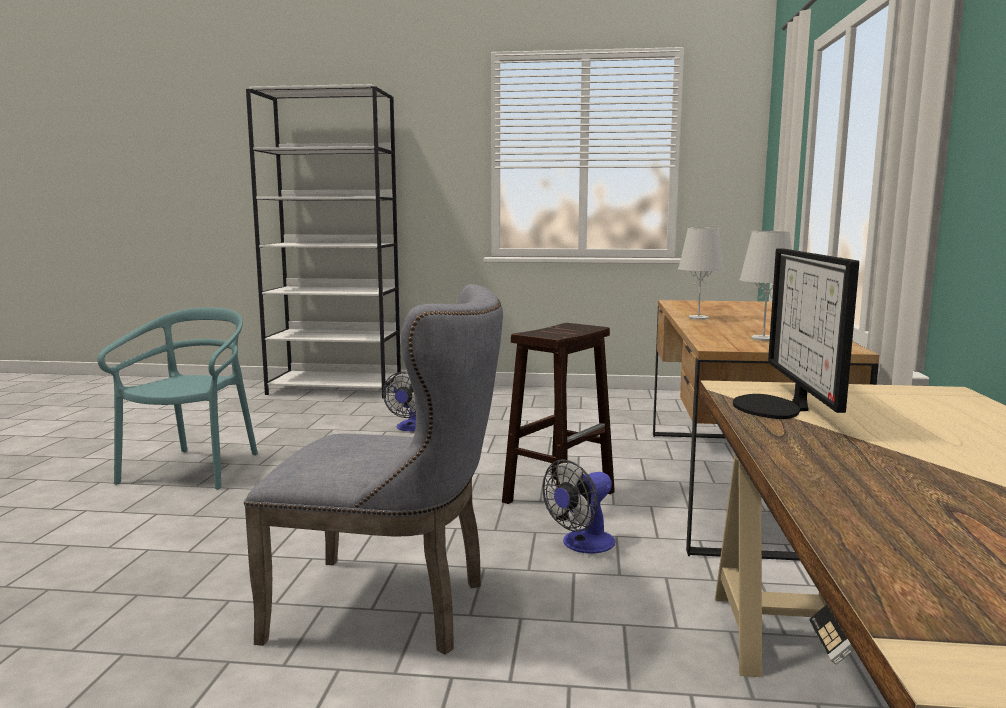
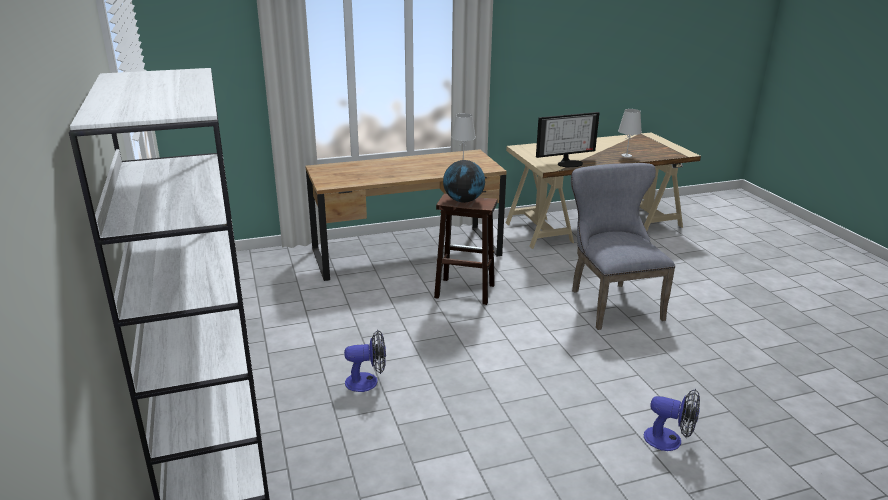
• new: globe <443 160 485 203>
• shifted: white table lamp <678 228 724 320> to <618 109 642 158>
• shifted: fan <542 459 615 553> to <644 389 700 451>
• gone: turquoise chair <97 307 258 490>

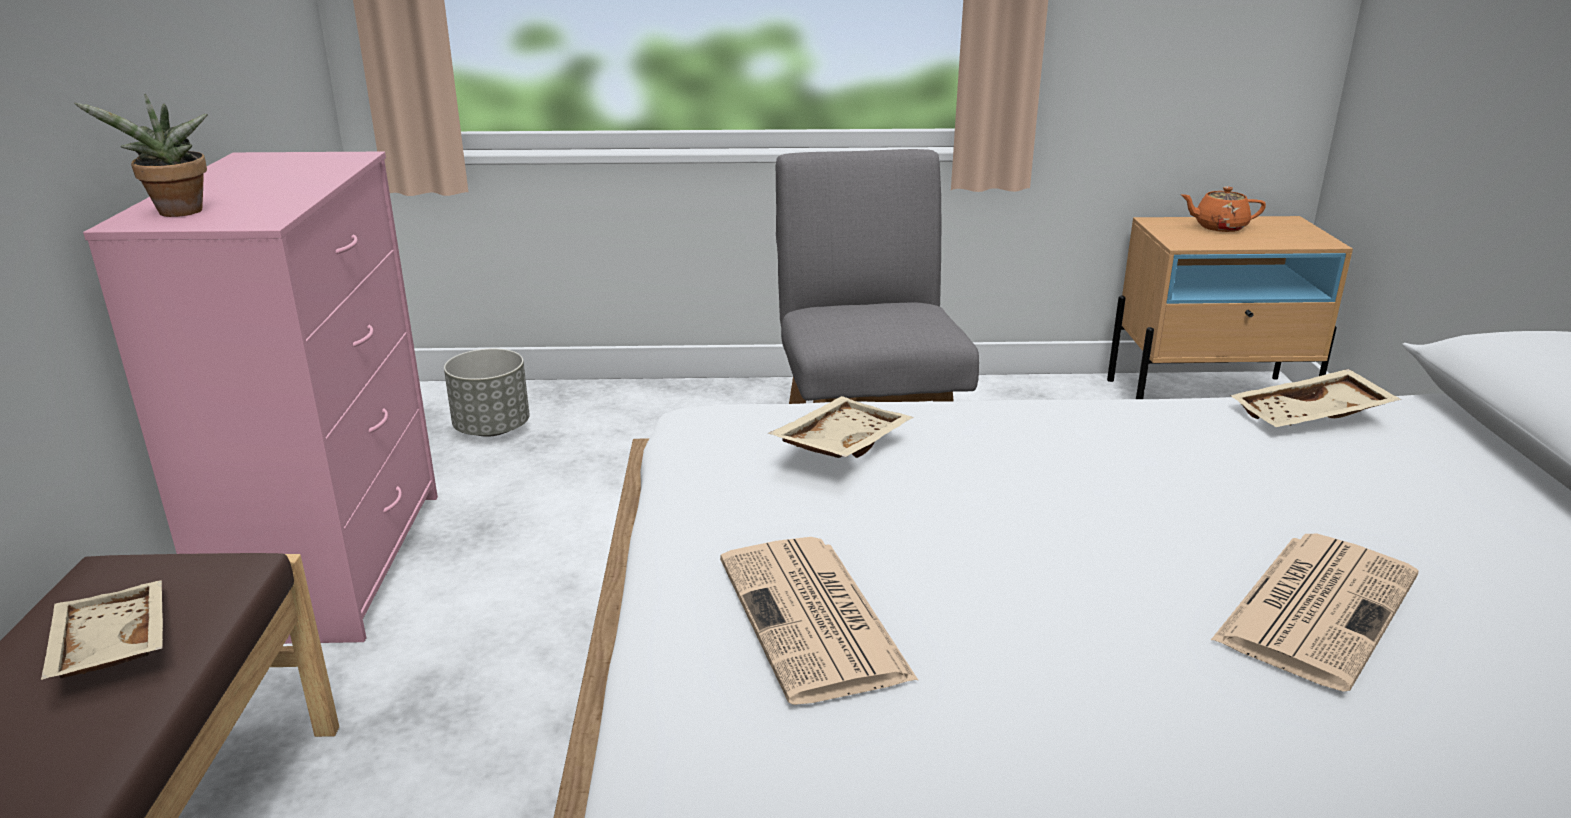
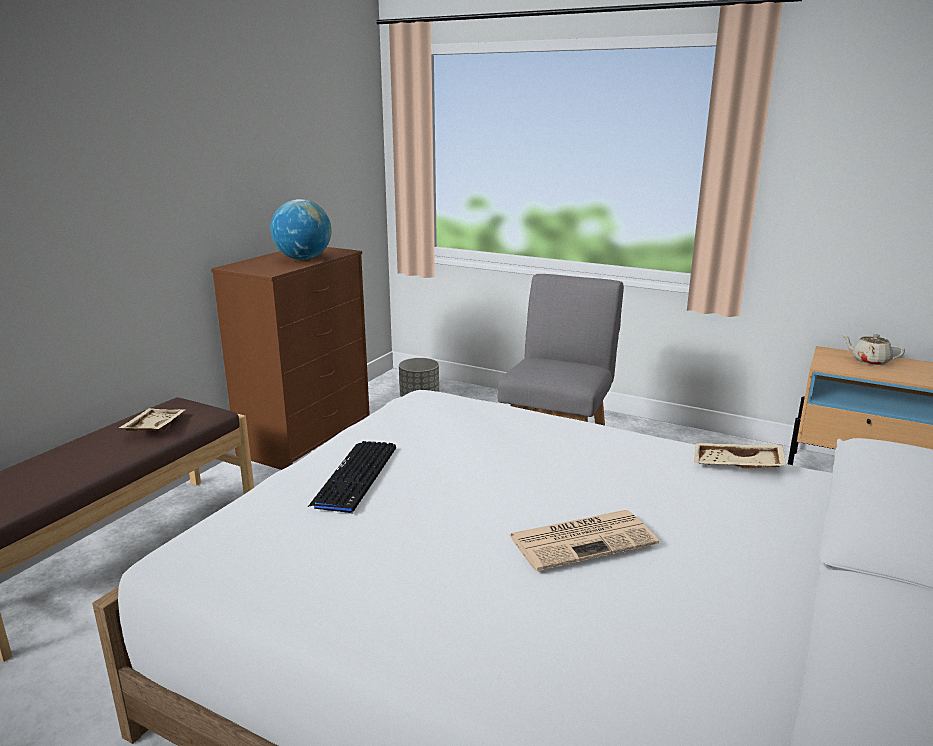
• repainted: pink dresser <83 152 438 644> to brown dresser <211 247 370 470>
• new: globe <270 199 332 260>
• swapped: newspaper <720 537 918 705> to keyboard <308 441 396 513>
• repainted: orange teapot <1181 187 1266 232> to beige teapot <842 334 905 365>
• gone: potted plant <74 94 208 217>
• gone: beige tray <768 396 914 458>

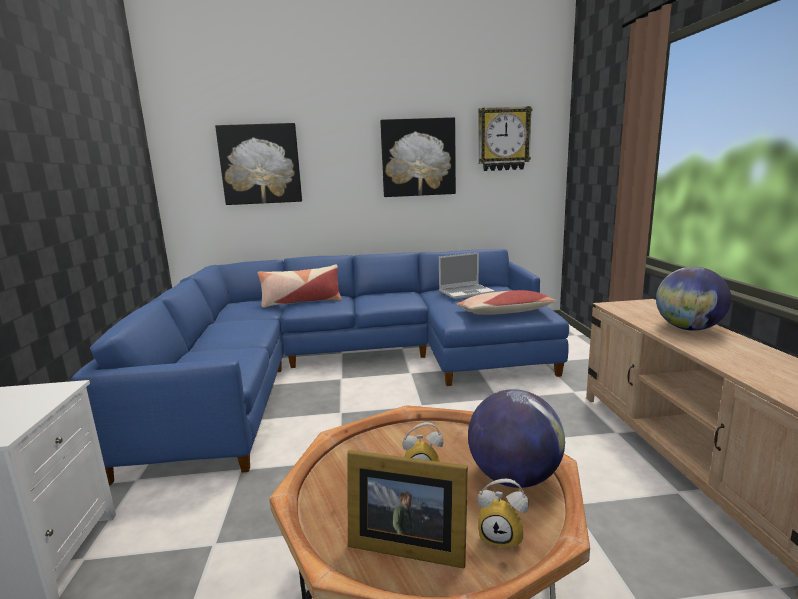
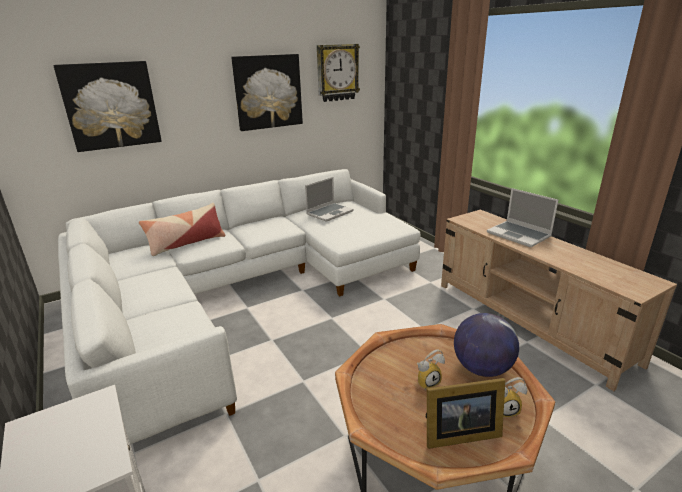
• repainted: blue sofa <72 249 569 486> to white sofa <58 169 420 444>
• swapped: globe <656 267 731 331> to laptop <487 188 558 247>
• gone: pillow <456 290 557 315>

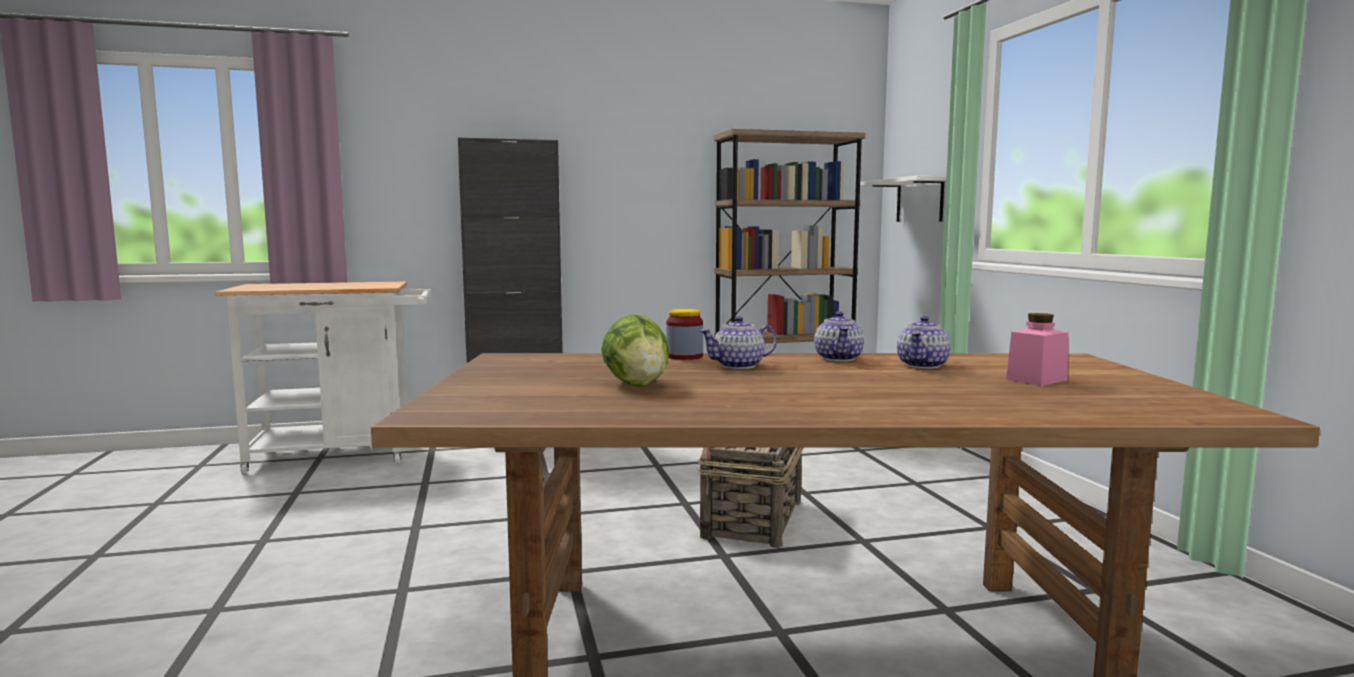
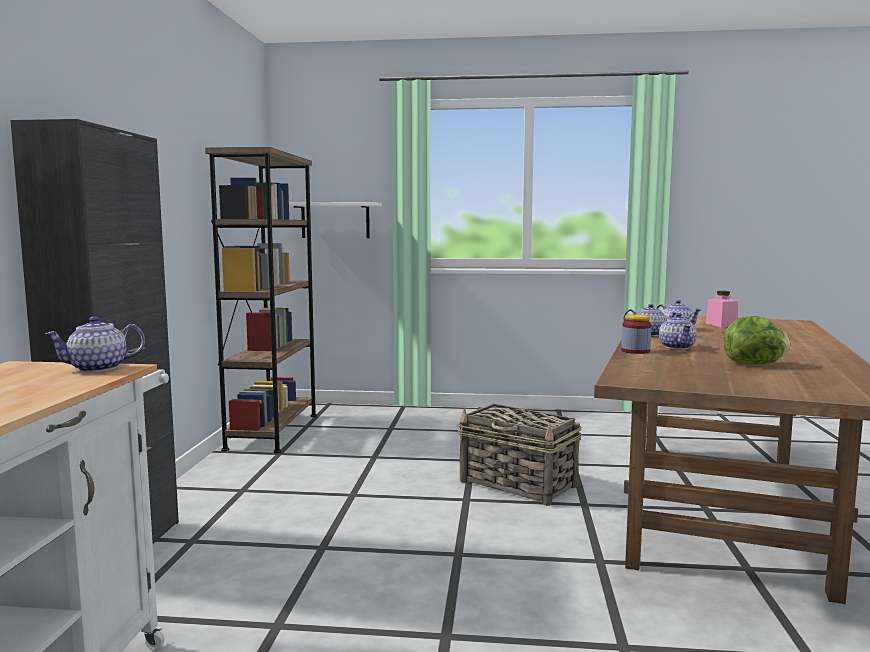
• new: teapot <45 316 145 372>

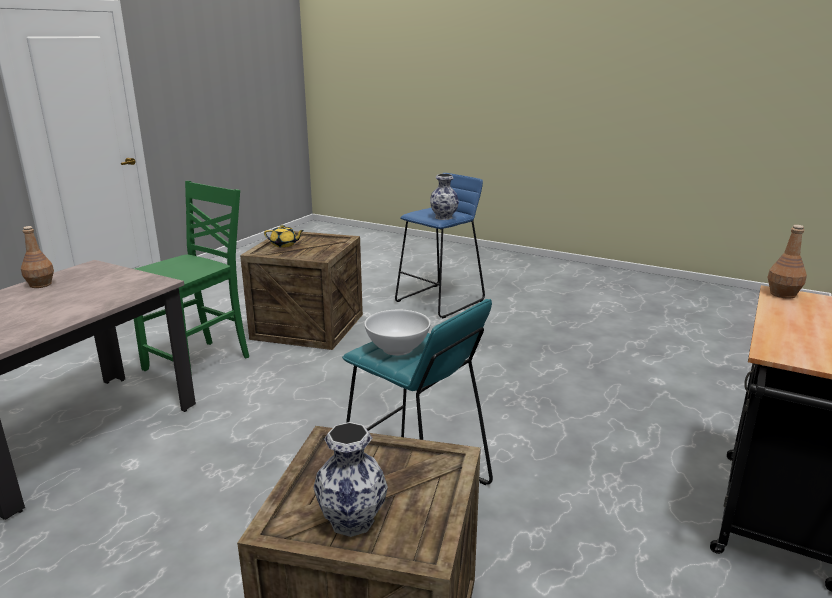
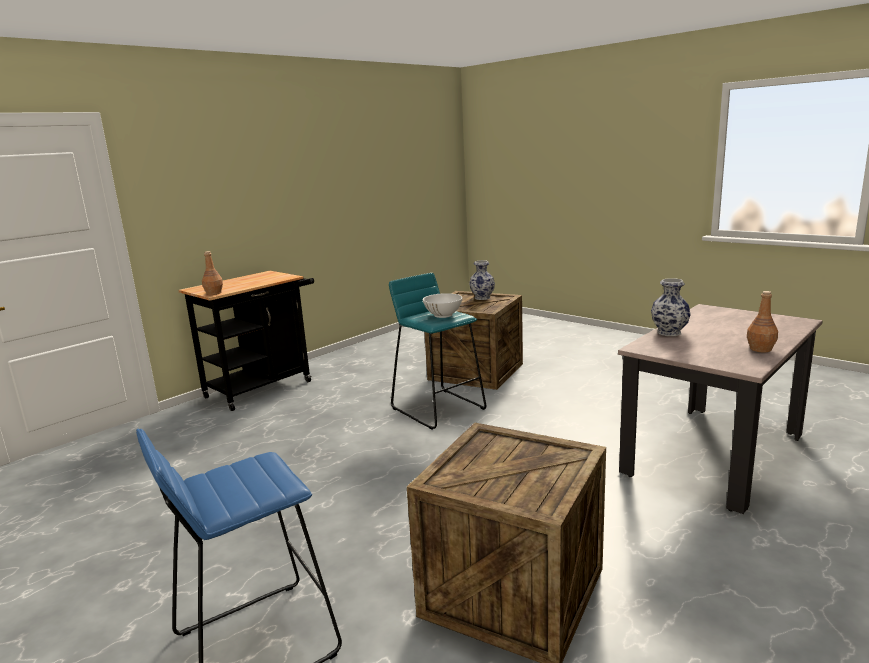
• shifted: vase <430 174 459 220> to <651 278 691 336>
• gone: green chair <134 181 249 375>
• gone: yellow teapot <264 225 304 247>

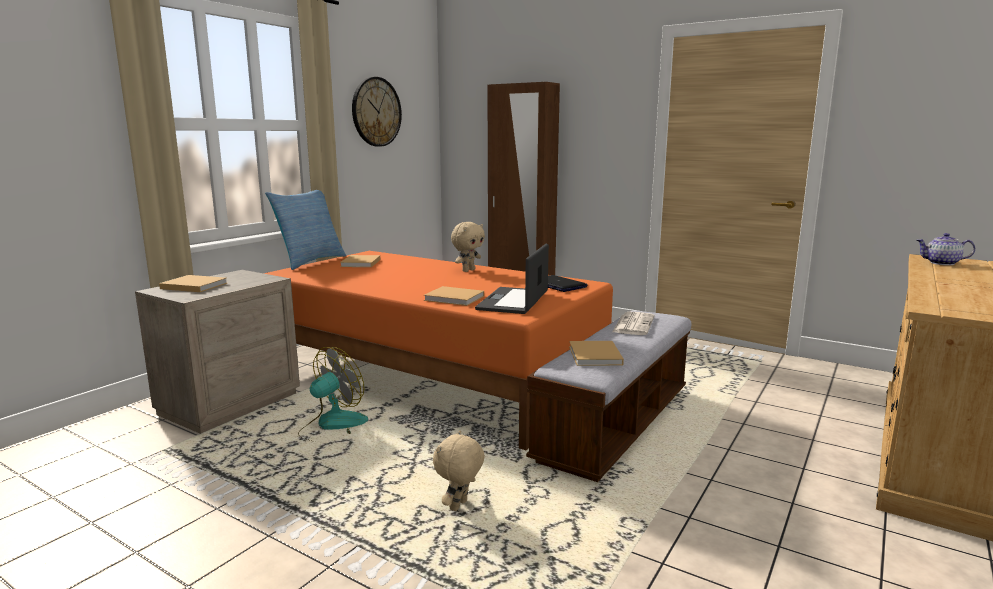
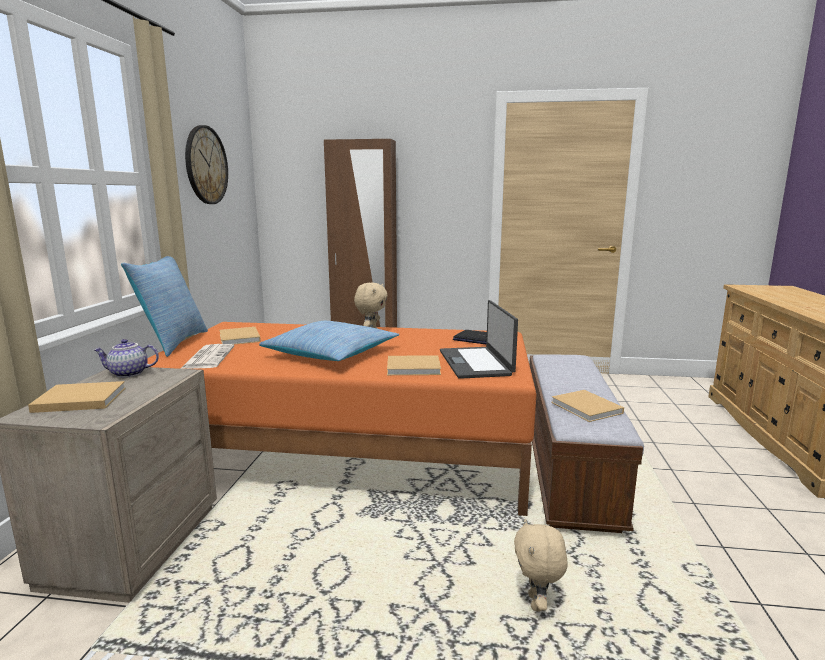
• shifted: teapot <917 233 975 265> to <94 339 159 378>
• shifted: newspaper <612 312 655 335> to <180 344 234 369>
• new: pillow <259 321 399 361>
• gone: fan <298 347 368 442>

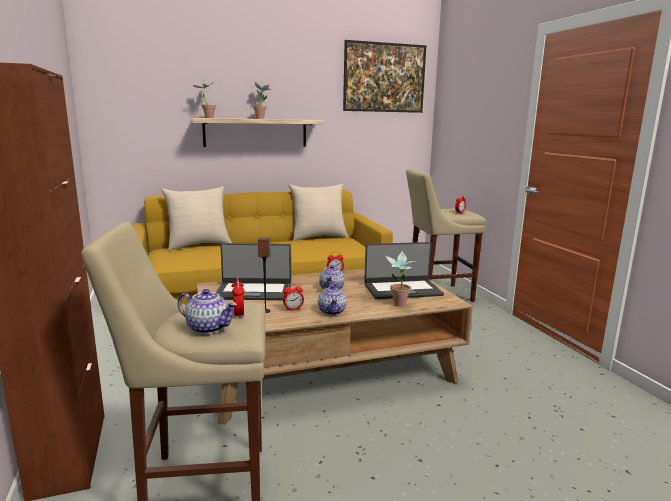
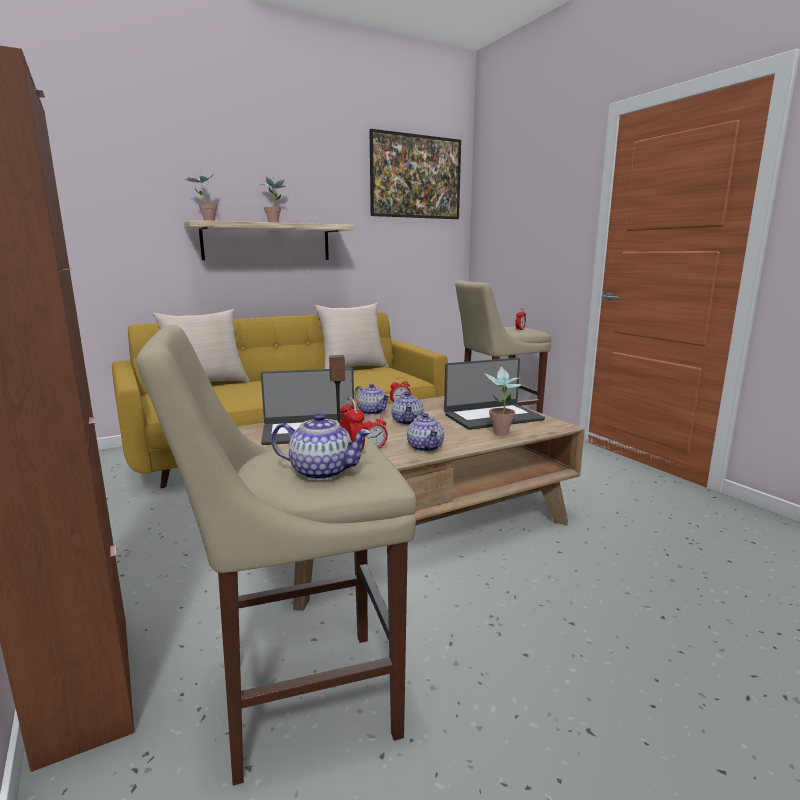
• new: teapot <355 384 390 415>

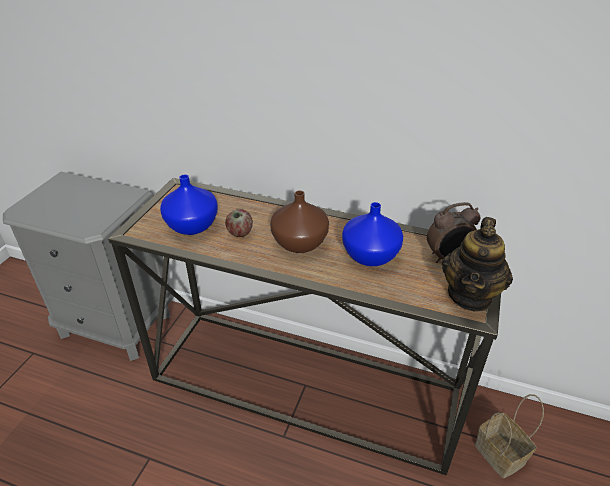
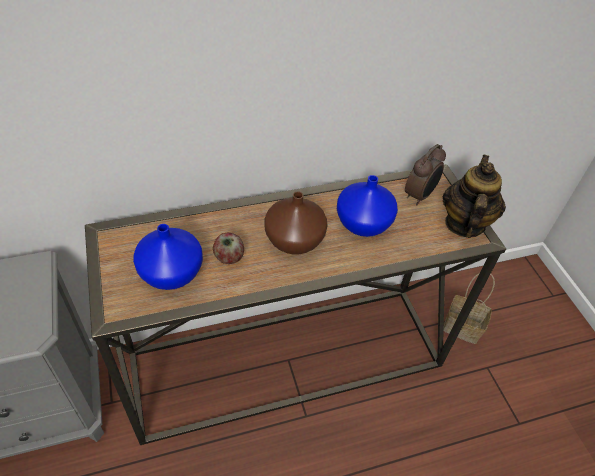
• rotated: teapot <442 217 513 312> = <443 155 506 238> 150 degrees counterclockwise

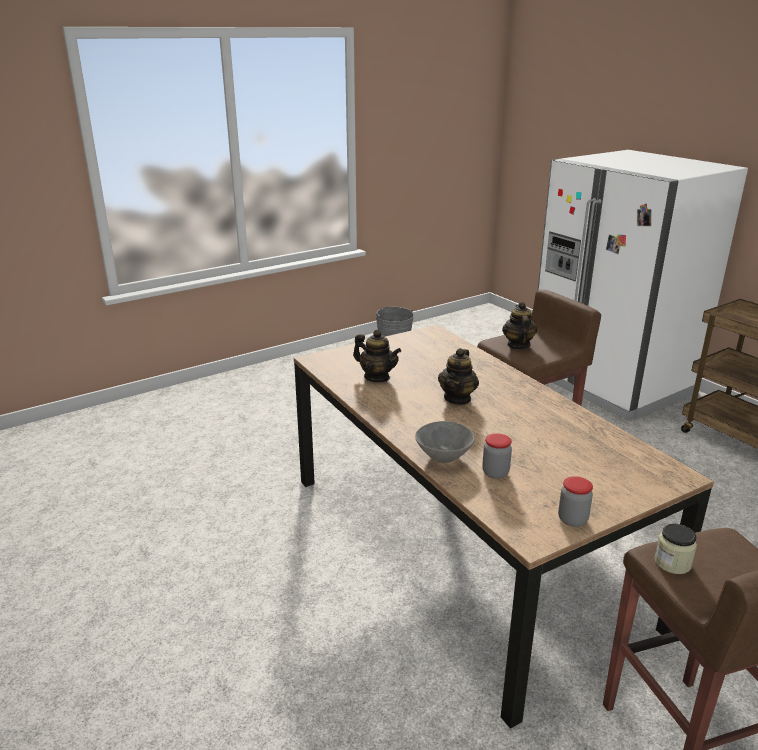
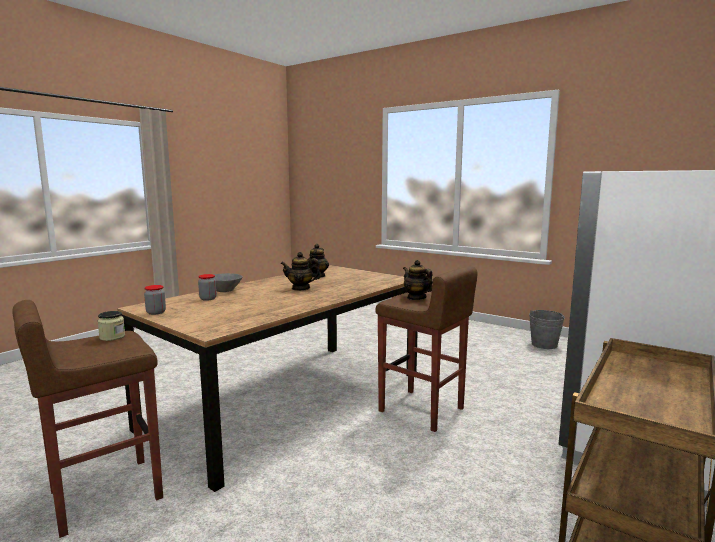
• rotated: teapot <502 302 537 349> = <403 260 432 300> 105 degrees counterclockwise

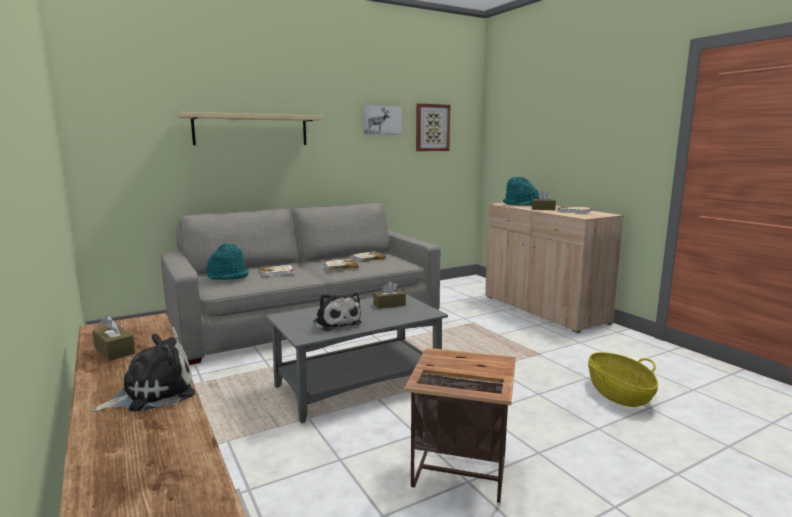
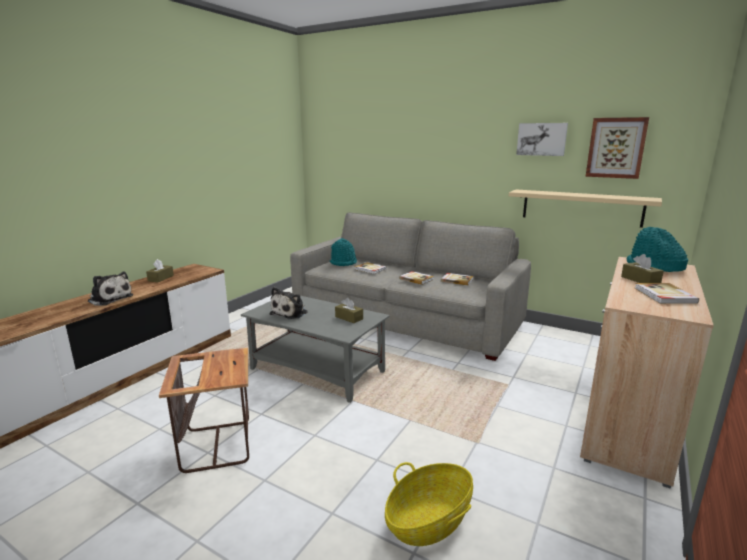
• shifted: beige shelf <178 112 325 145> to <509 189 662 228>

